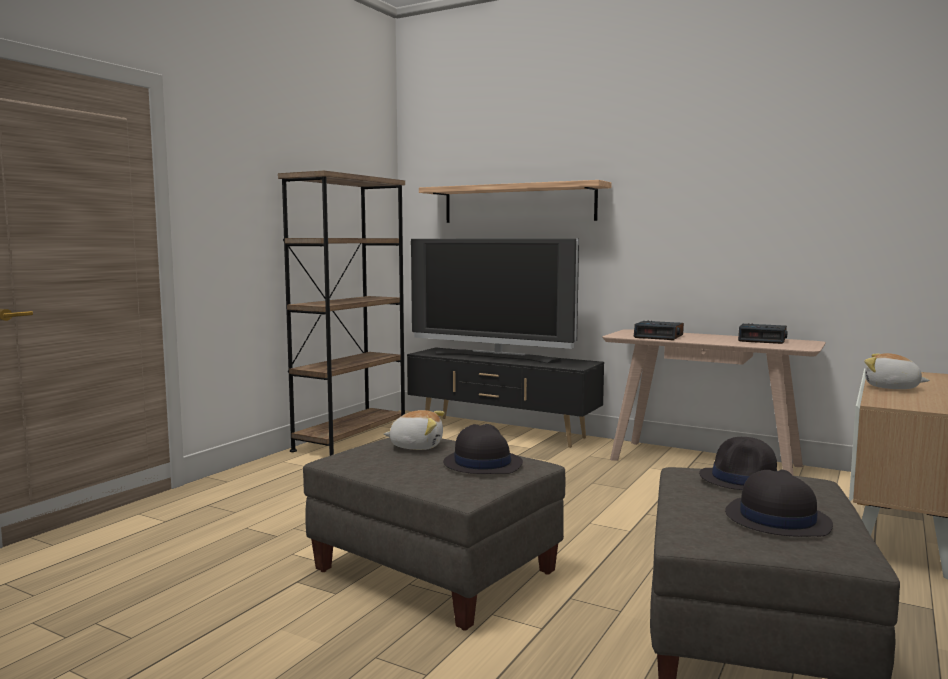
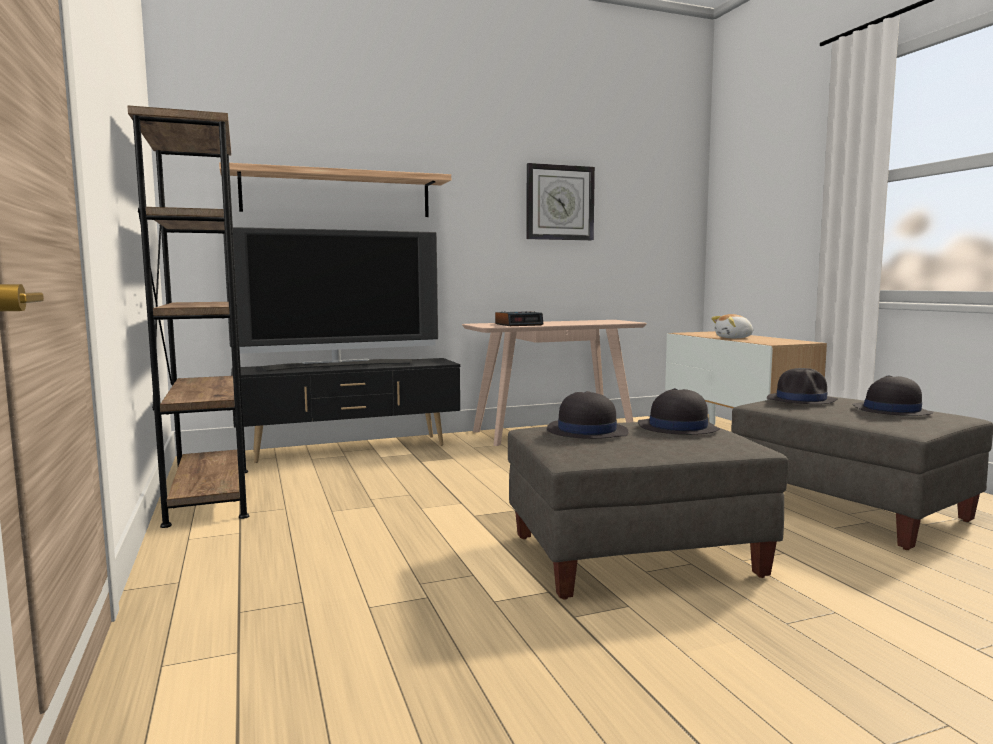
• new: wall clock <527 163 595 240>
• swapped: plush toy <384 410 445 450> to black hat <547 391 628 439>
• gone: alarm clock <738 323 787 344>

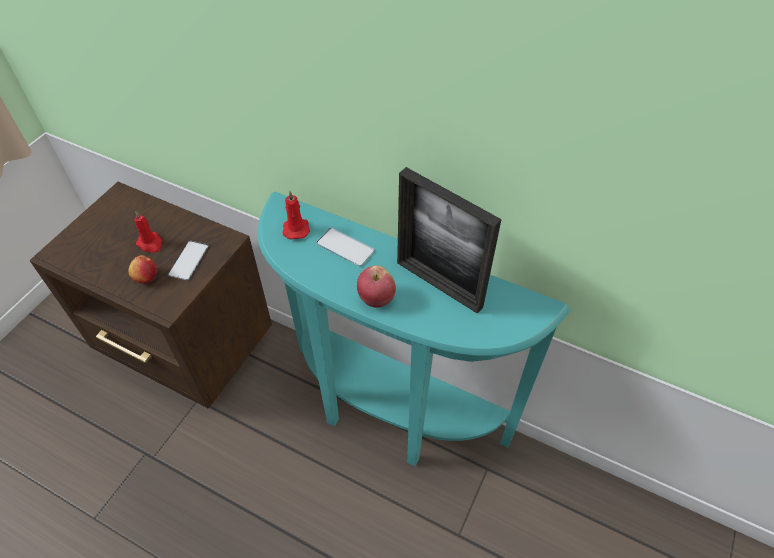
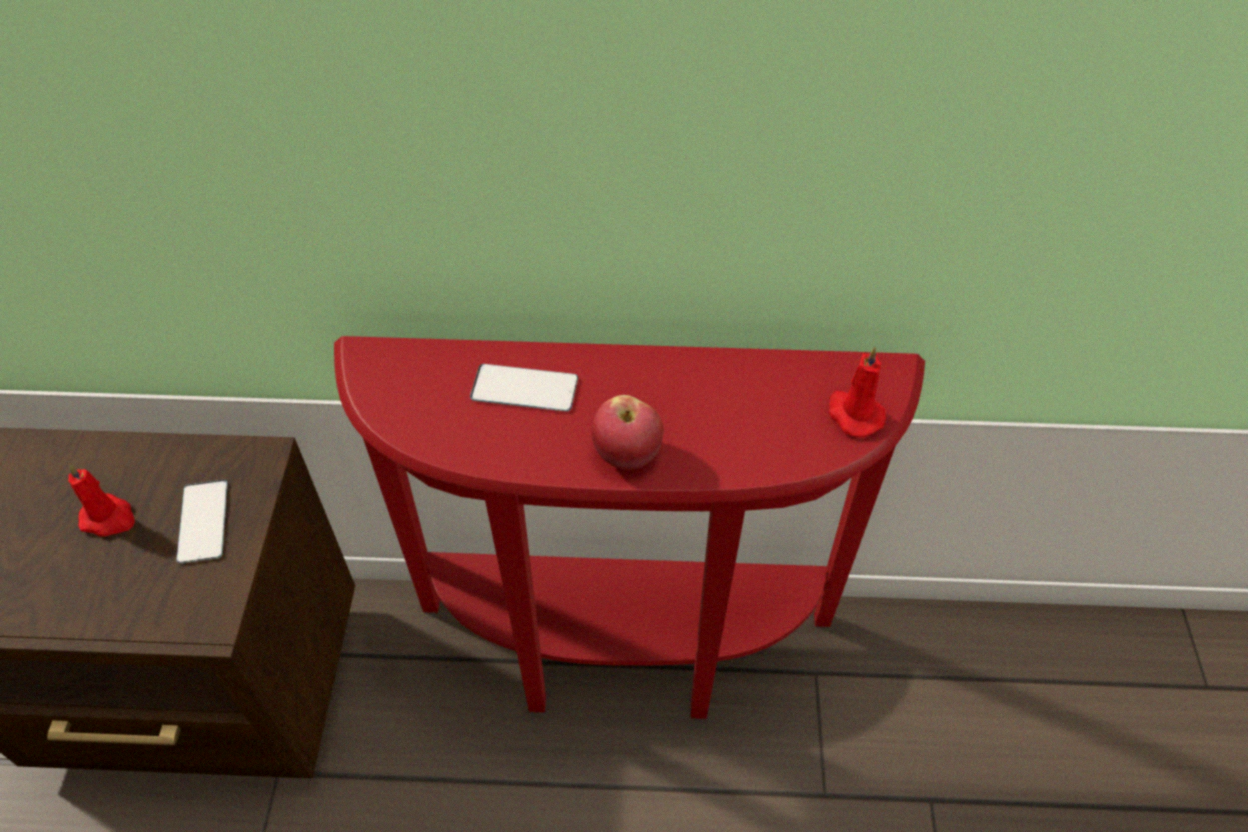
• repainted: turquoise console table <257 191 571 466> to red console table <334 336 925 719>
• shifted: red candle <282 191 310 240> to <829 347 886 437>
• gone: apple <129 255 157 284>
• gone: picture frame <397 167 502 314>

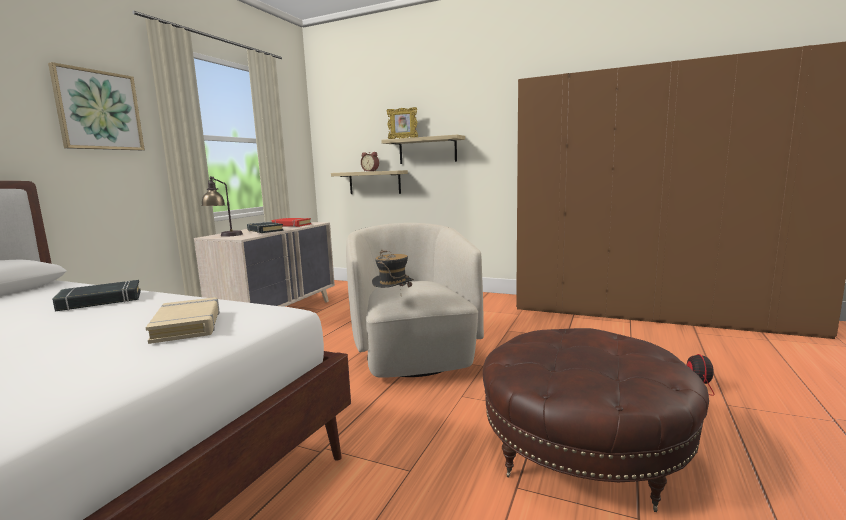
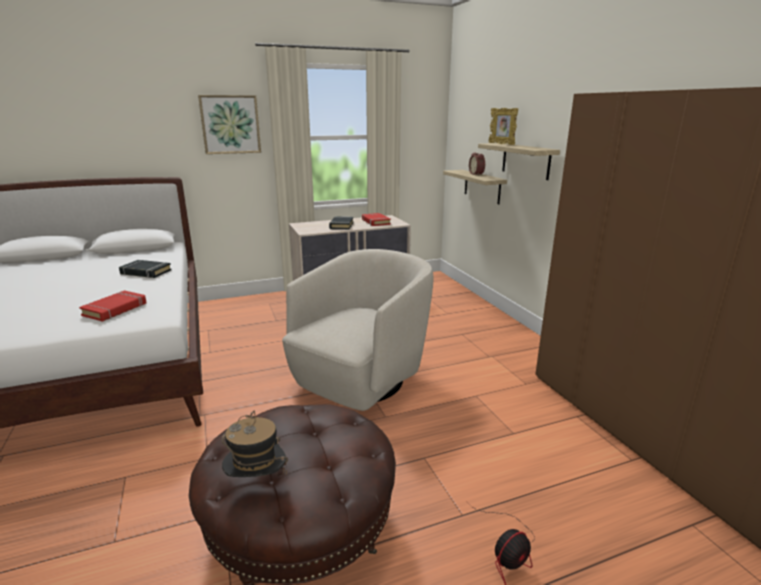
• repainted: beige book <146 297 220 344> to red book <79 290 147 321>
• shifted: hat <372 250 414 289> to <222 411 288 477>
• gone: table lamp <201 176 243 237>

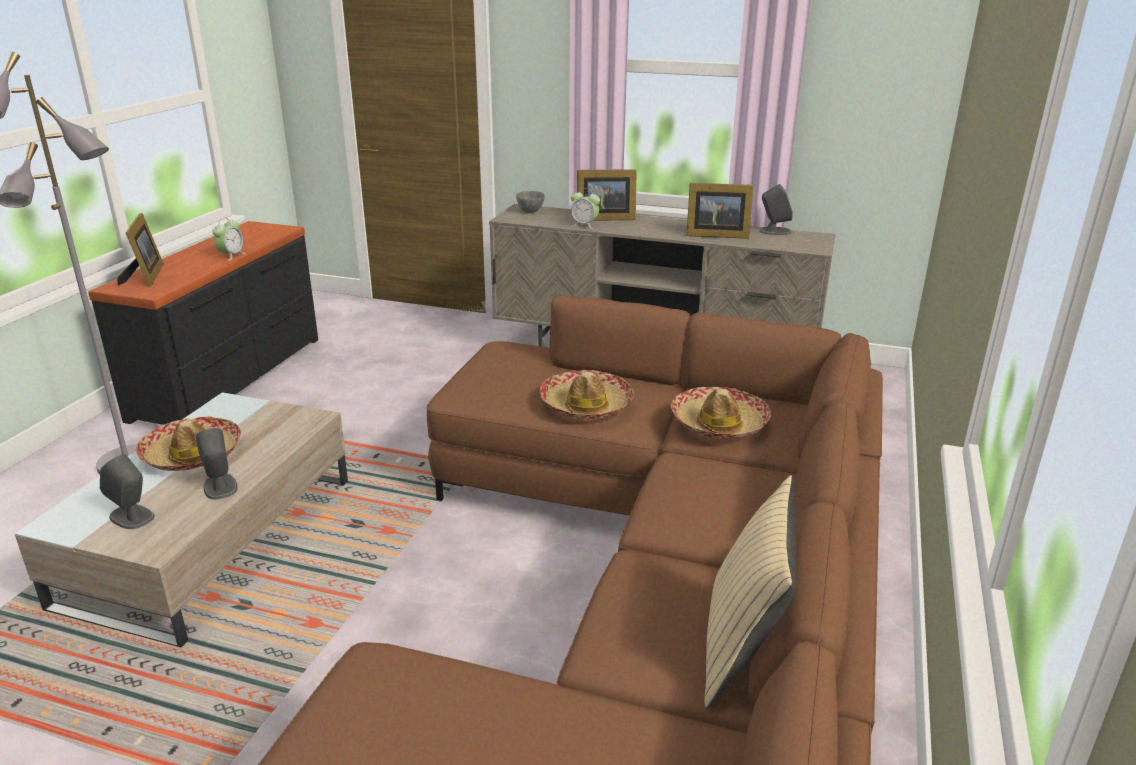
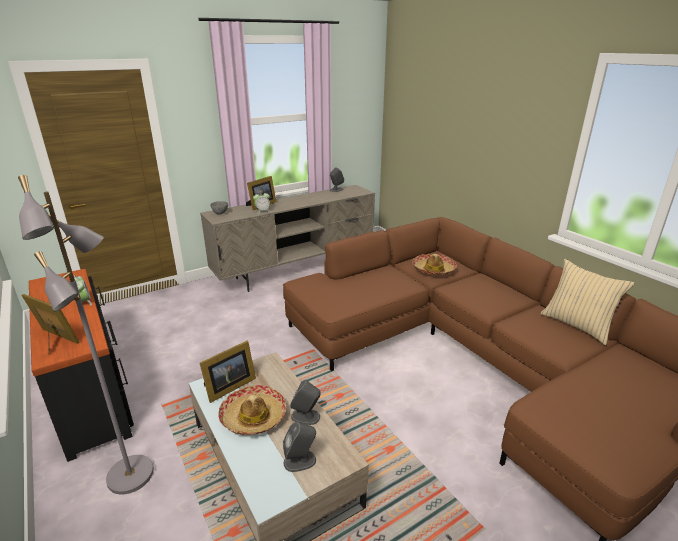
• shifted: picture frame <686 183 754 239> to <200 341 256 403>
• gone: hat <539 370 634 419>

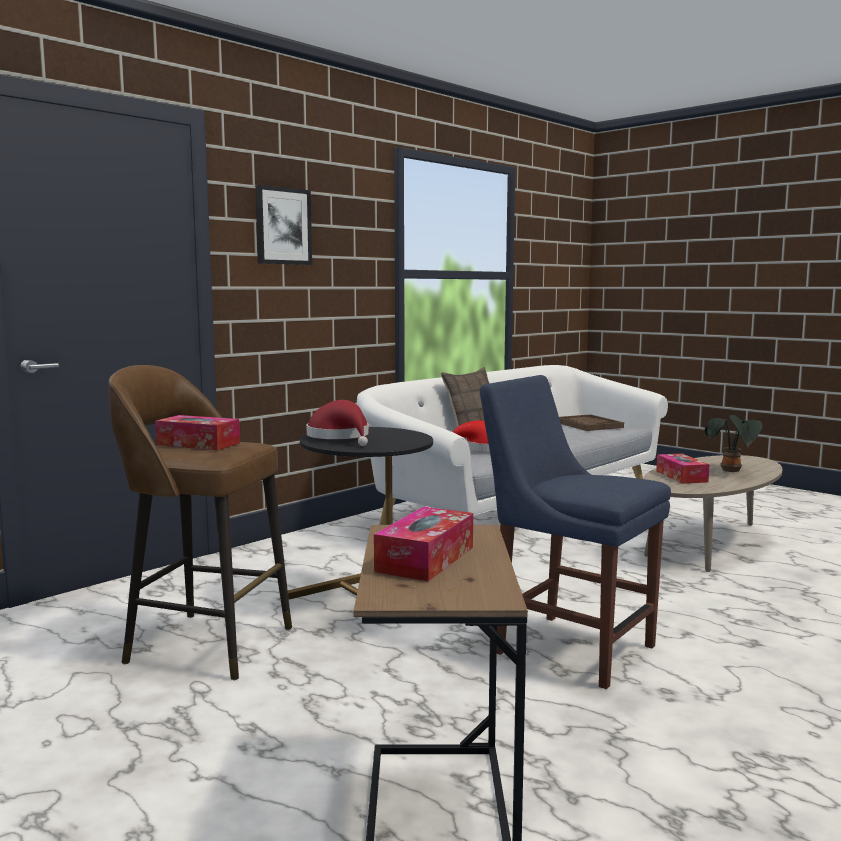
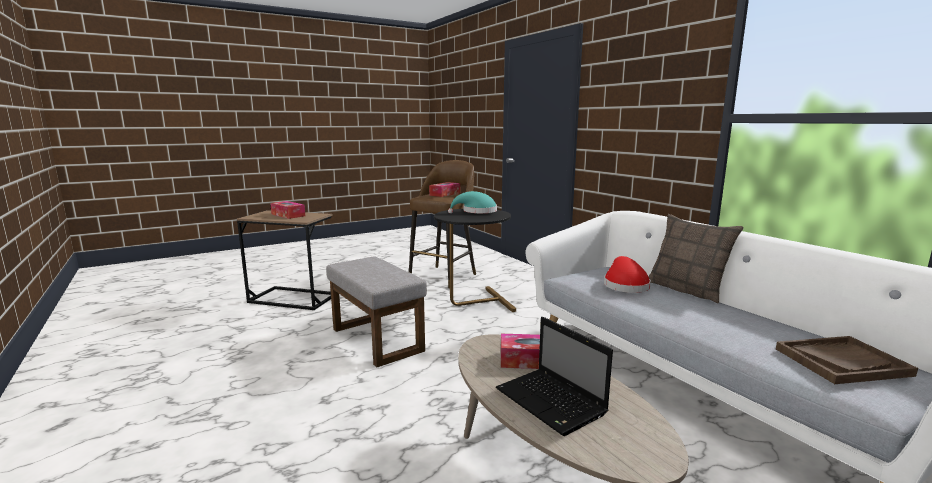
• swapped: blue chair <480 375 671 689> to grey ottoman <326 256 427 367>
• repainted: red hat <307 400 369 446> to turquoise hat <448 191 497 213>
• swapped: potted plant <705 415 763 472> to laptop <496 317 613 436>
• gone: picture <255 185 312 265>

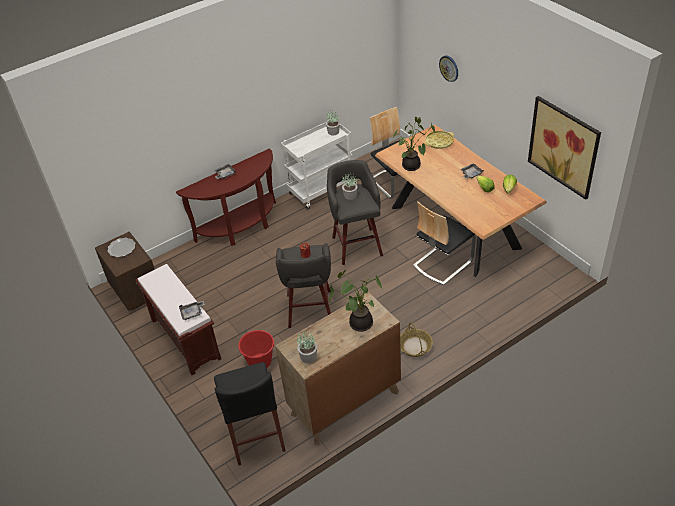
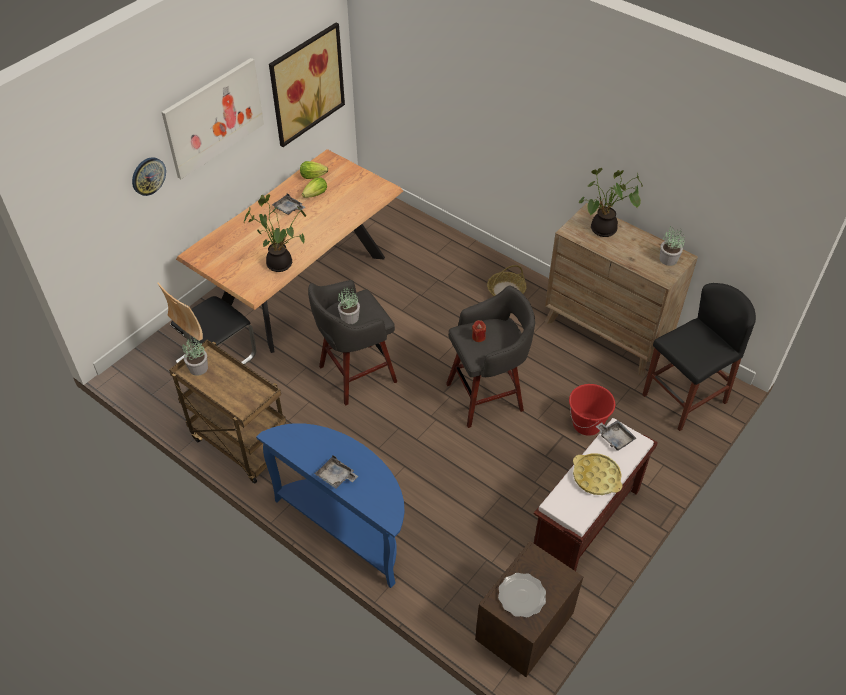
• new: picture <162 58 264 179>
• repainted: white cart <281 120 353 210> to brown cart <169 340 286 484>
• repainted: brown console table <176 148 276 246> to blue console table <256 423 405 588>
• shifted: yellow tray <425 131 454 149> to <573 453 623 495>
• gone: chair <413 201 476 285>

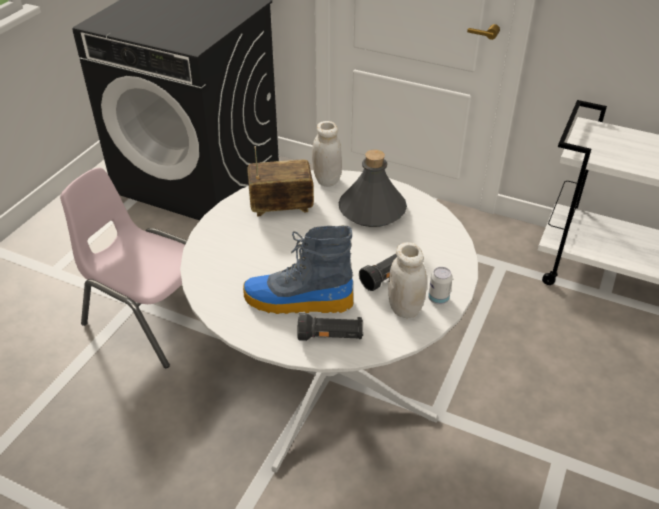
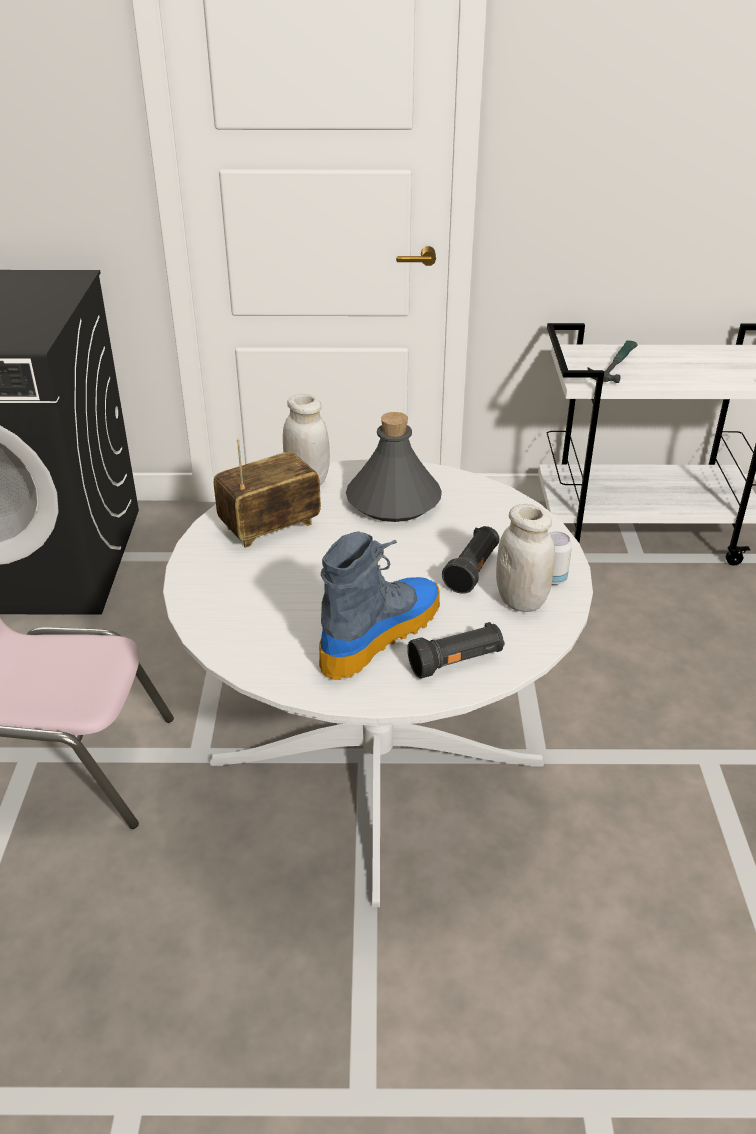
• rotated: boot <243 225 354 314> = <319 531 440 680> 150 degrees clockwise
• new: hammer <587 340 638 383>

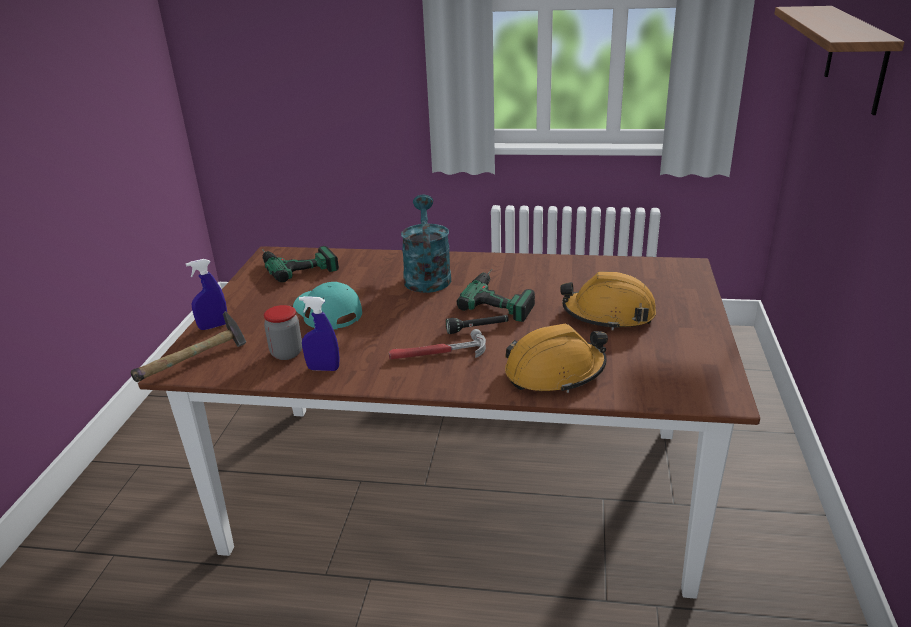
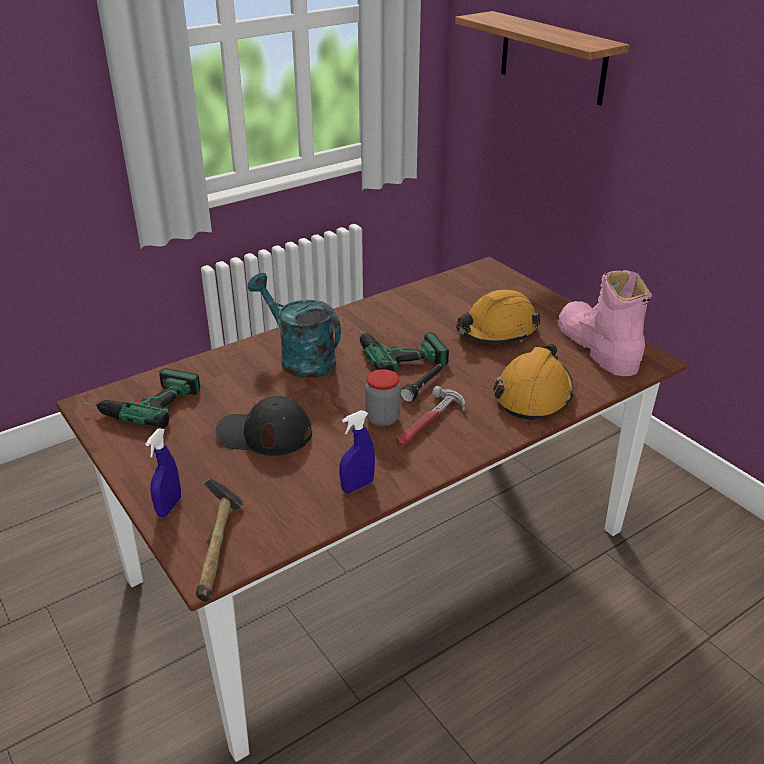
• repainted: turquoise cap <293 282 362 330> to black cap <216 396 312 456>
• shifted: jar <264 305 302 360> to <365 369 401 426>
• new: pink boot <558 270 652 376>

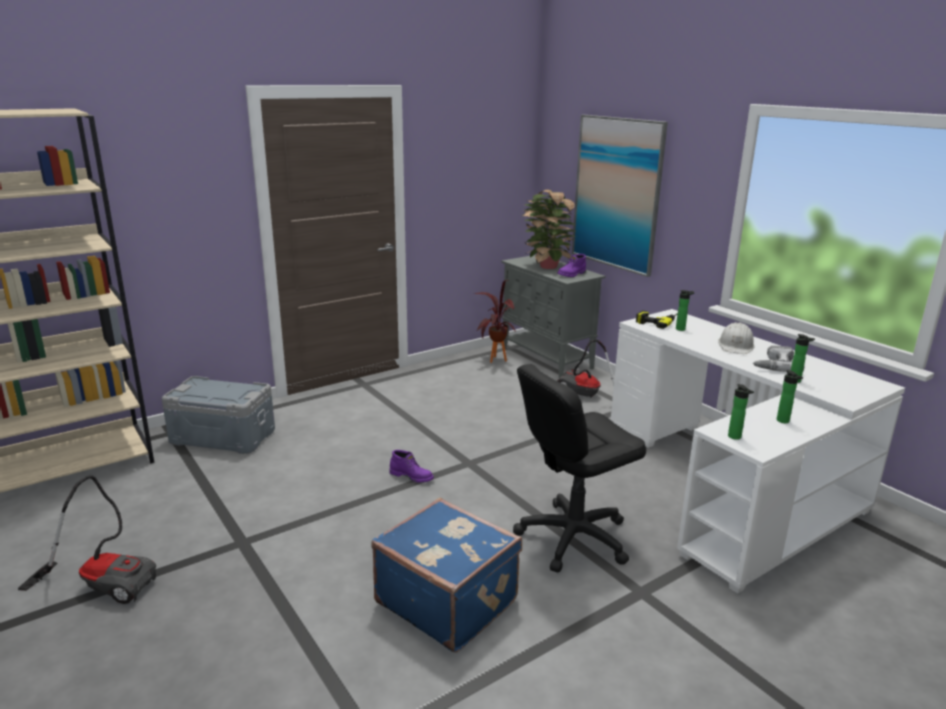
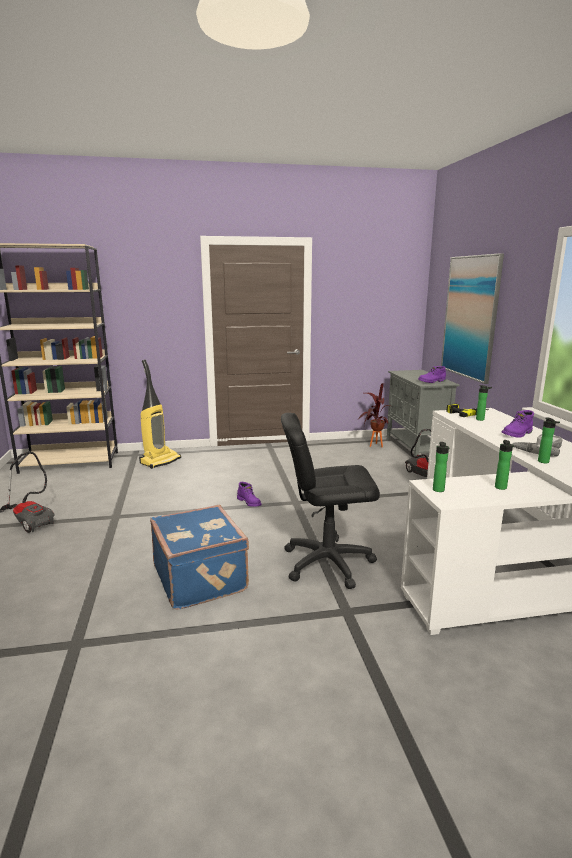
• swapped: grey storage box <162 376 275 454> to vacuum cleaner <139 360 181 469>
• swapped: white hard hat <718 322 755 354> to purple boot <502 410 534 438>
• gone: potted plant <522 189 577 269>

